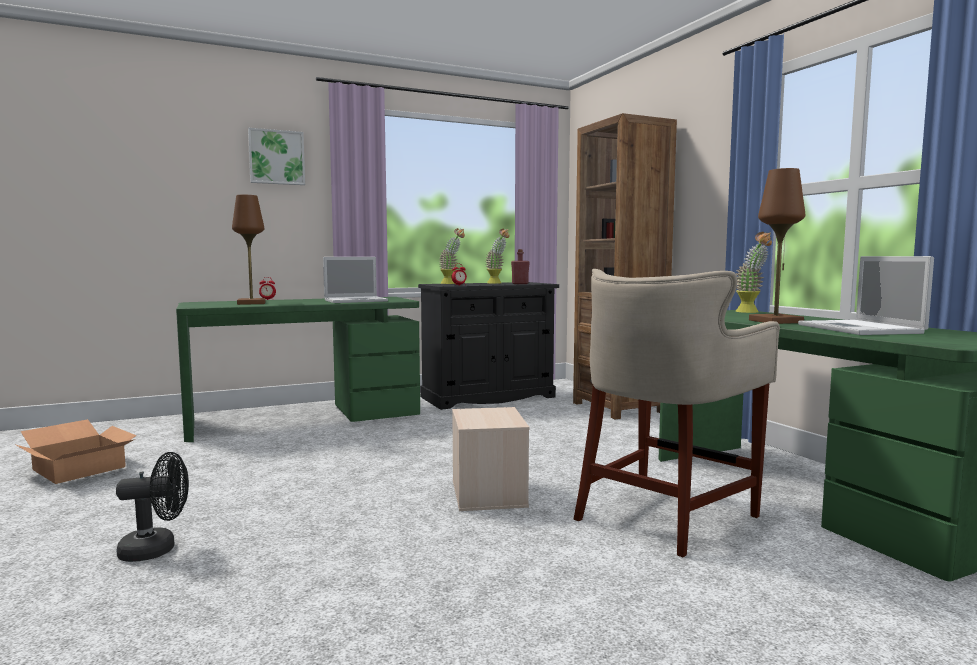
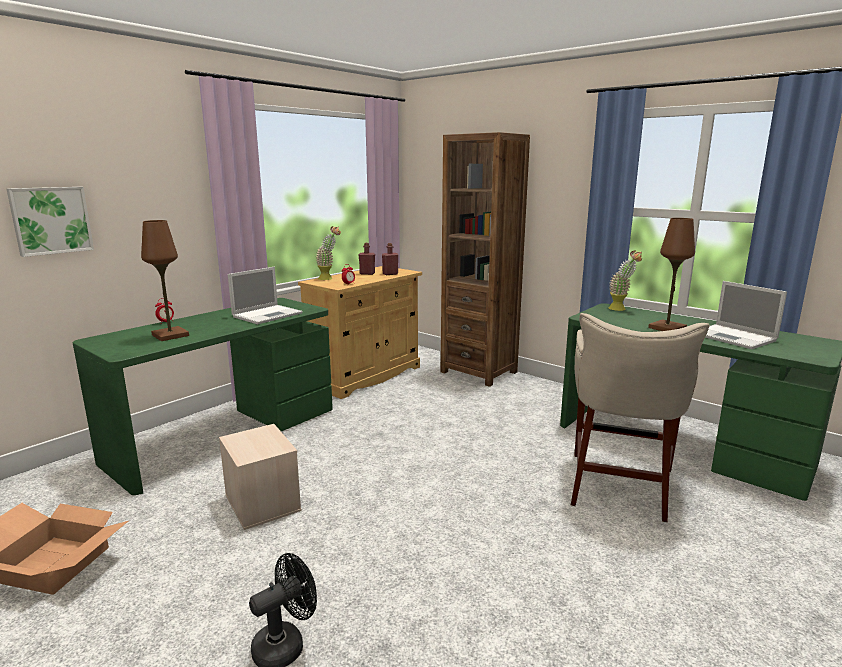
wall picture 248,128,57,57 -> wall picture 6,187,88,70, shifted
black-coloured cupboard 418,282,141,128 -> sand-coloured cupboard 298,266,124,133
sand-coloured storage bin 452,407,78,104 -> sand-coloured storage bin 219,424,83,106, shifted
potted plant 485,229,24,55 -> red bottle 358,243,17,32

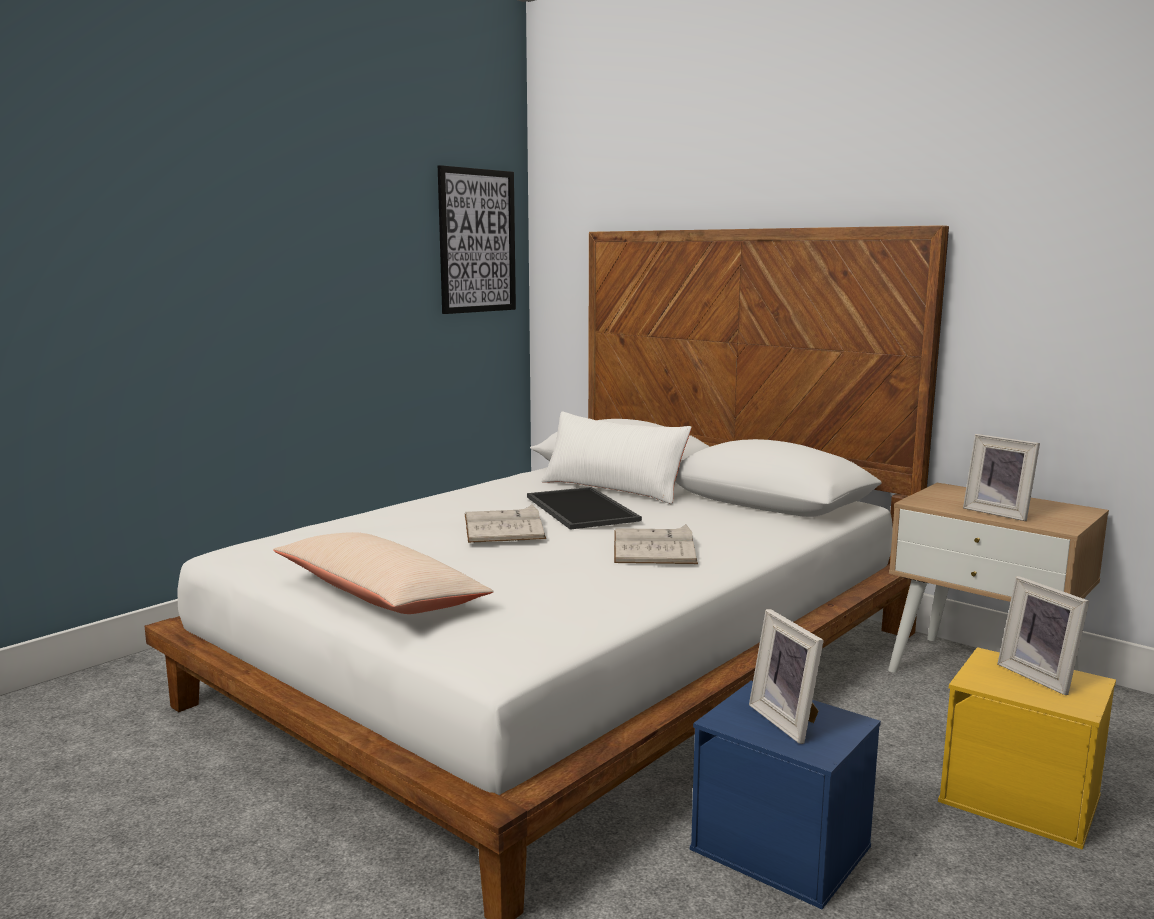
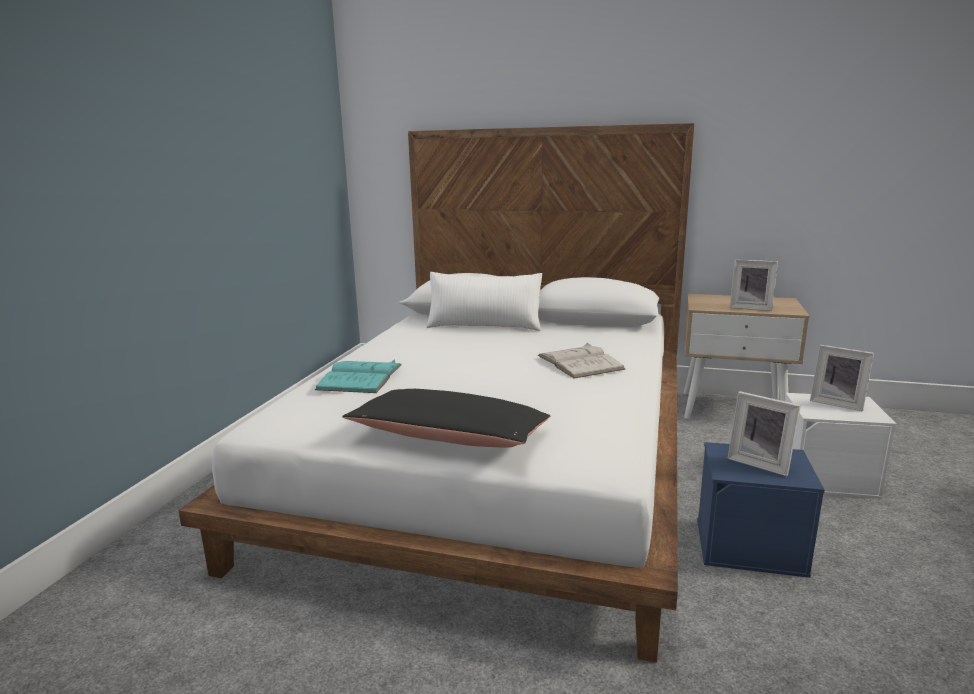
sand-coloured cushion 273,532,221,82 -> black-coloured cushion 342,389,208,59
wall picture 438,165,78,149 -> none
white-coloured volume 465,504,81,39 -> none
tray 527,487,115,43 -> none
yellow storage bin 938,647,178,203 -> white-coloured storage bin 785,393,112,106
none -> turquoise volume 315,359,87,34

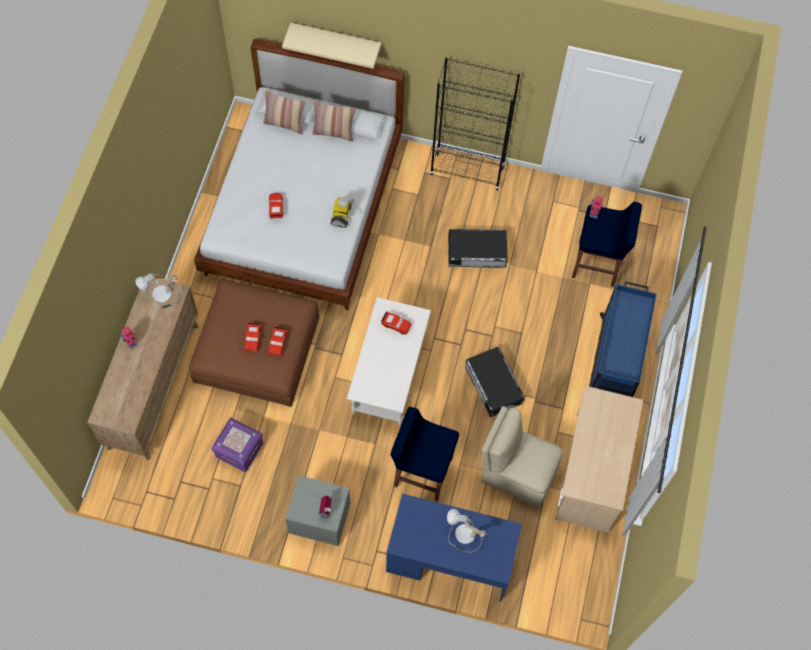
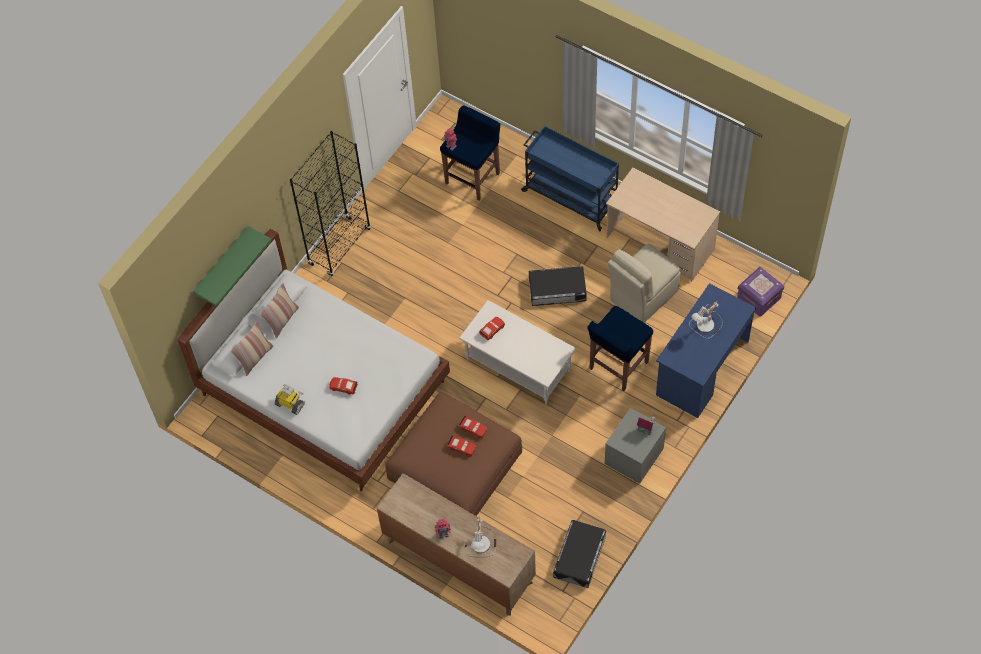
lamp for a table 135,273,45,36 -> lamp for a table 465,517,31,40, shifted
purple-coloured storage bin 211,418,52,54 -> purple-coloured storage bin 737,267,47,50, shifted
sand-coloured bracket shelf 282,23,99,46 -> green bracket shelf 193,226,78,81
robot figure 330,197,24,31 -> robot figure 274,384,31,31, shifted
black-coloured storage bin 448,229,59,39 -> black-coloured storage bin 553,520,53,68, shifted

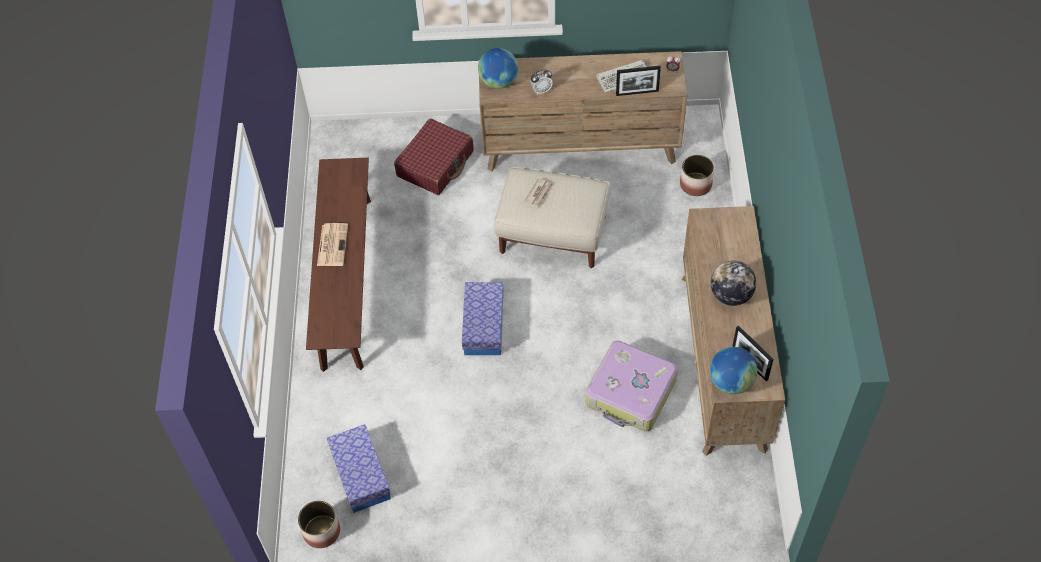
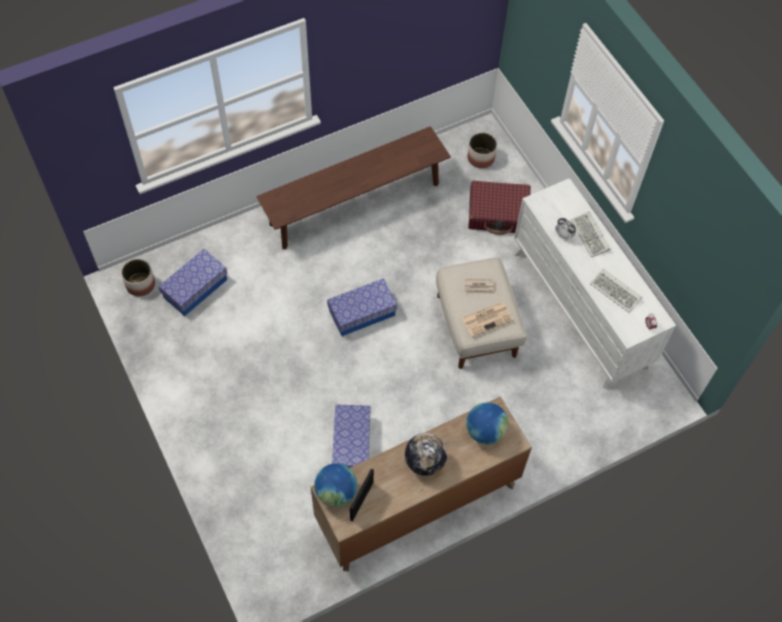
printed paper 317,223,31,43 -> printed paper 462,302,51,35, shifted
world globe 478,48,40,41 -> world globe 466,402,42,42, shifted
brownish dresser 479,51,208,120 -> white-coloured dresser 514,178,162,212
suitcase 585,340,93,92 -> storage bin 332,404,38,64
photo frame 616,66,45,30 -> none
flower pot 680,155,34,41 -> flower pot 467,133,30,35, shifted
none -> PC keyboard 571,211,39,46

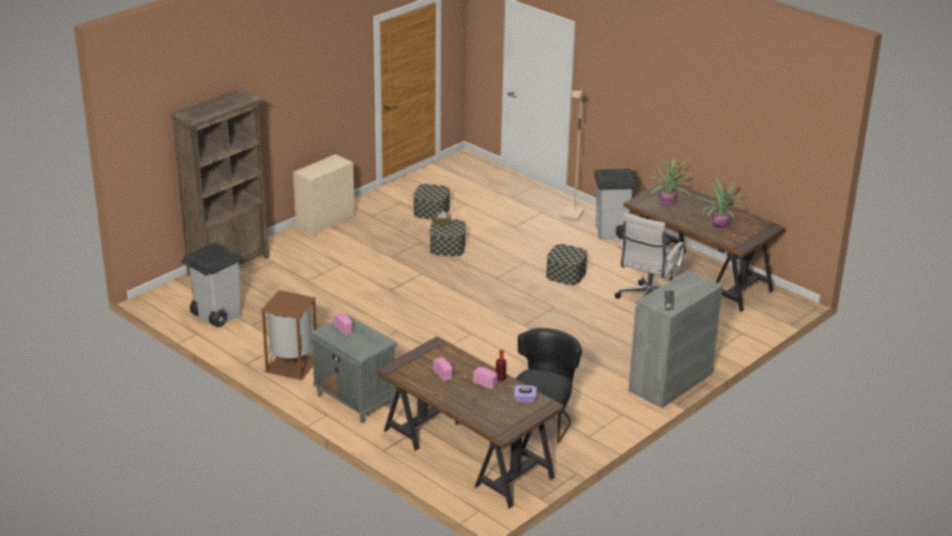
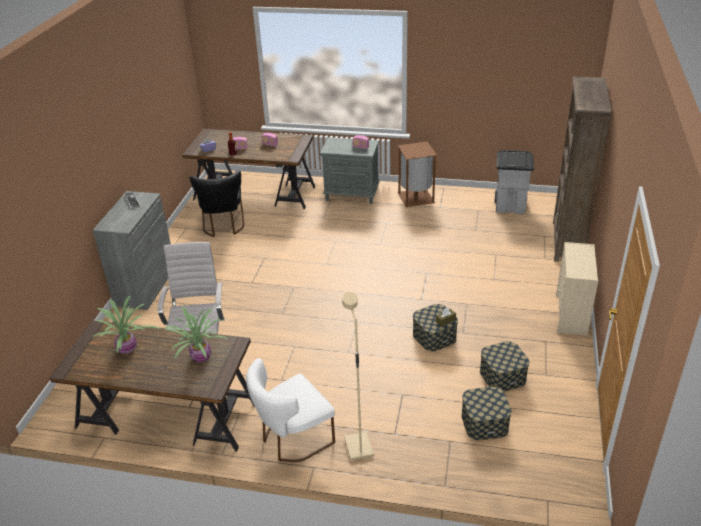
storage bin 546,244,42,41 -> storage bin 461,387,51,53, shifted
grey rubbish bin 594,169,47,71 -> white-coloured plain chair 246,358,89,104

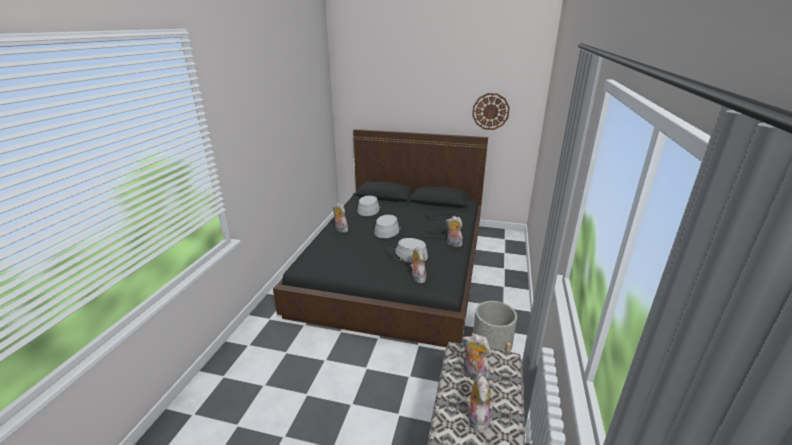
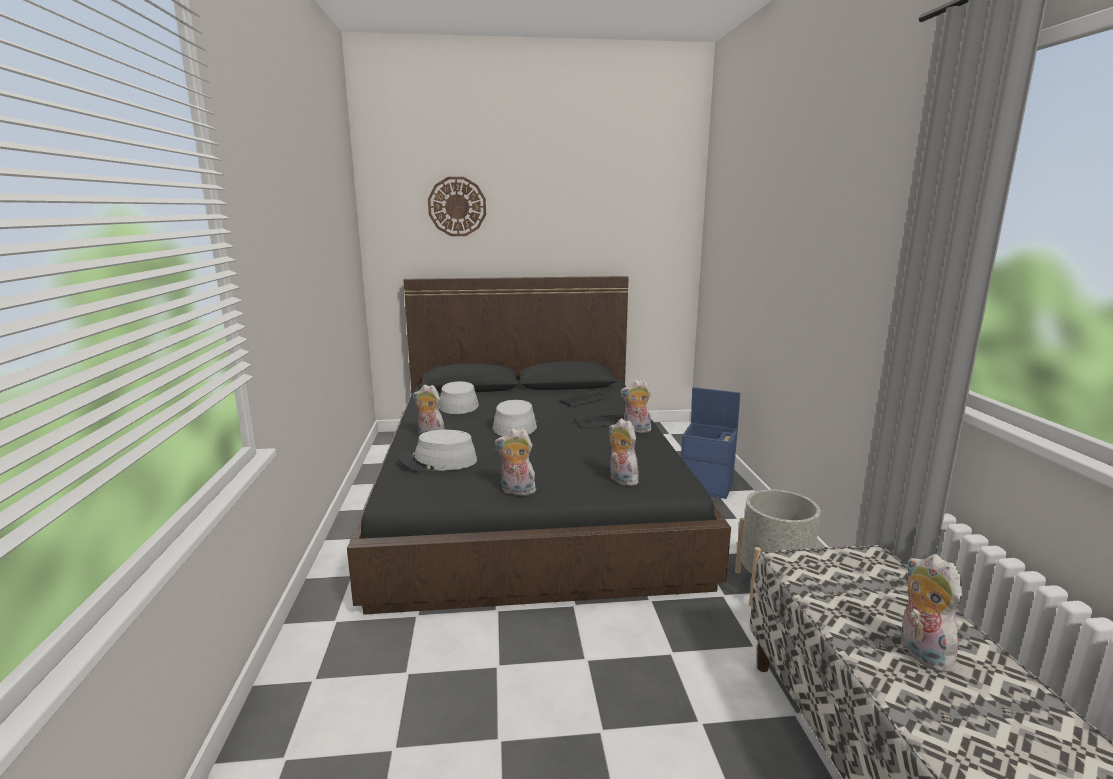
grey clothing hat 388,238,40,25 -> grey clothing hat 399,430,78,41, shifted
plush toy 462,334,28,45 -> plush toy 495,428,41,68, shifted
clock on the wall 472,93,38,37 -> clock on the wall 428,177,58,59, shifted
none -> blue storage bin 681,387,59,112

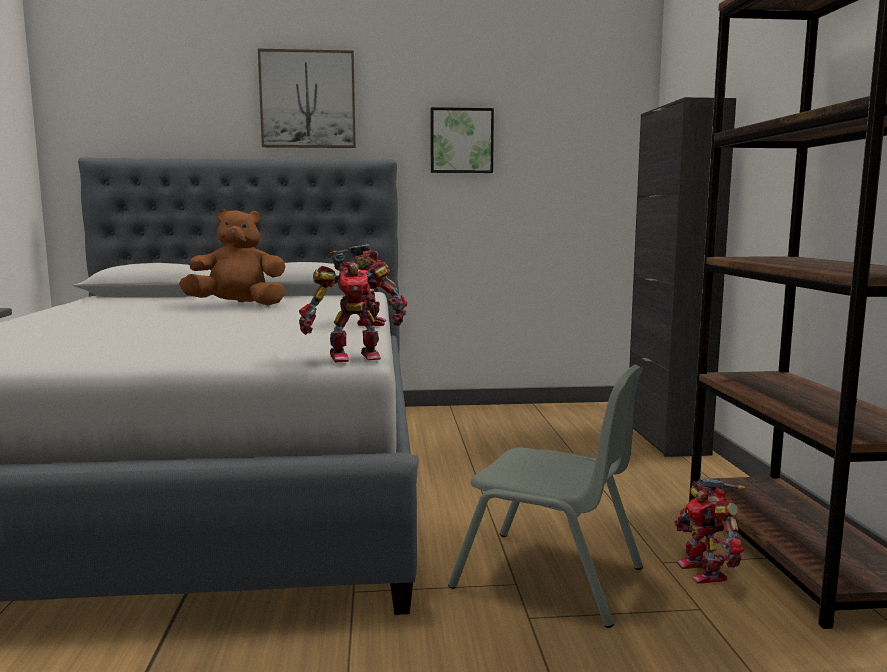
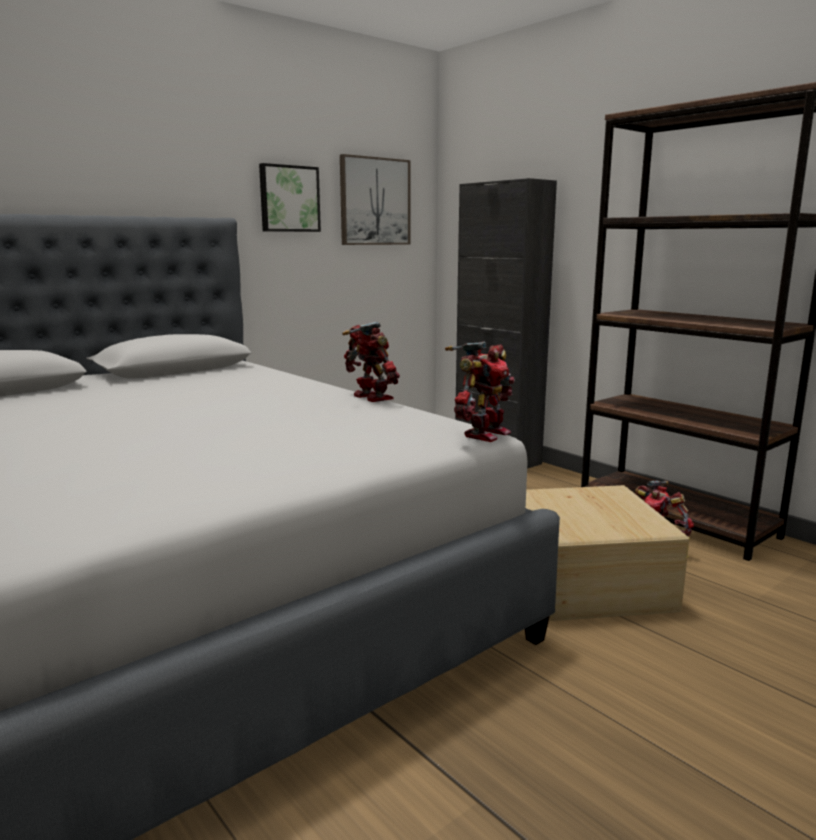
brownish plush toy 179,209,107,96 -> none
wall picture 258,49,98,99 -> wall picture 340,154,71,91, shifted
grey plain chair 448,365,195,263 -> sand-coloured storage bin 526,485,163,136

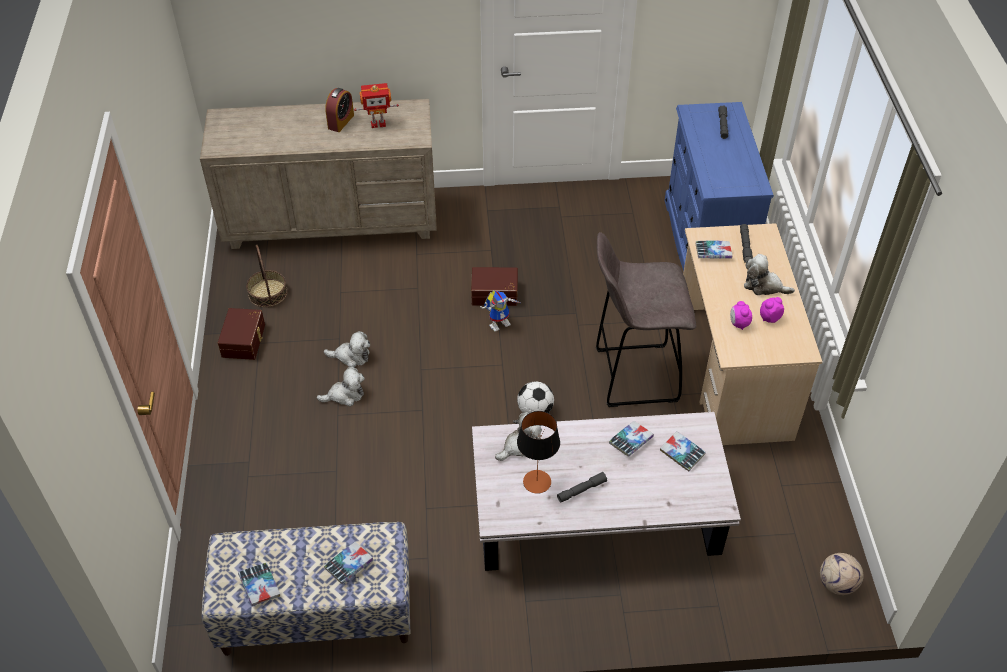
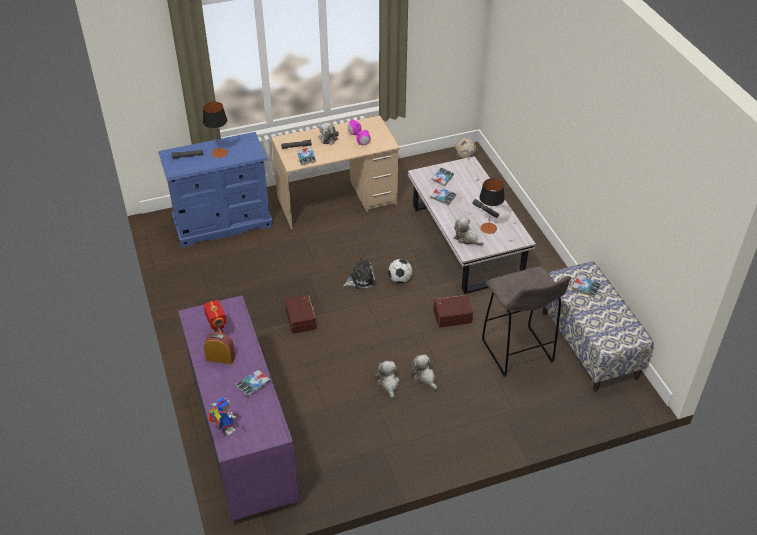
sand-coloured dresser 200,99,237,150 -> purple-coloured dresser 178,295,121,227
brownish storage bin 218,308,47,52 -> brownish storage bin 433,295,40,33, shifted
volume 238,562,42,44 -> volume 236,370,34,26, shifted
household basket 246,245,41,62 -> none
robot figure 480,290,40,42 -> robot figure 208,397,28,38, shifted
grey sitting stool 596,232,100,175 -> grey sitting stool 482,267,89,110, shifted
none -> lamp for a table 203,102,25,56
none -> plush toy 343,257,33,32

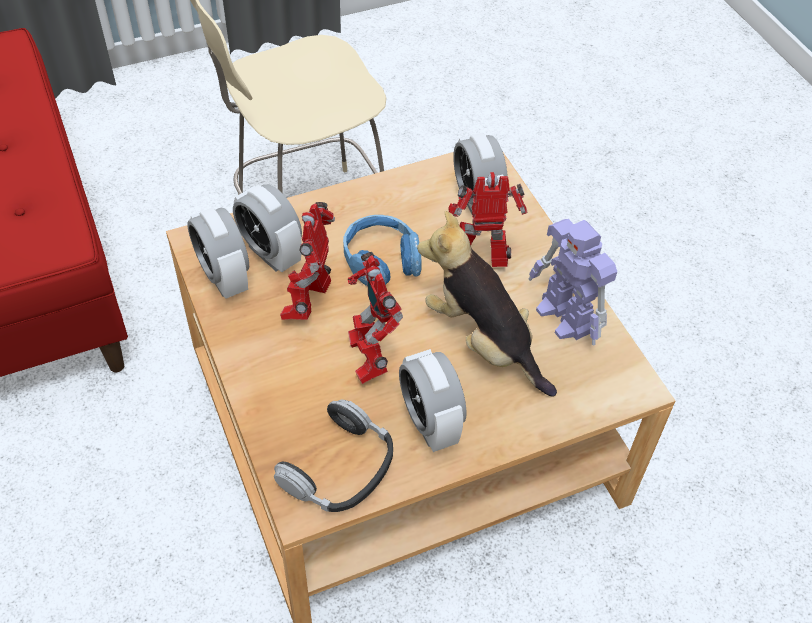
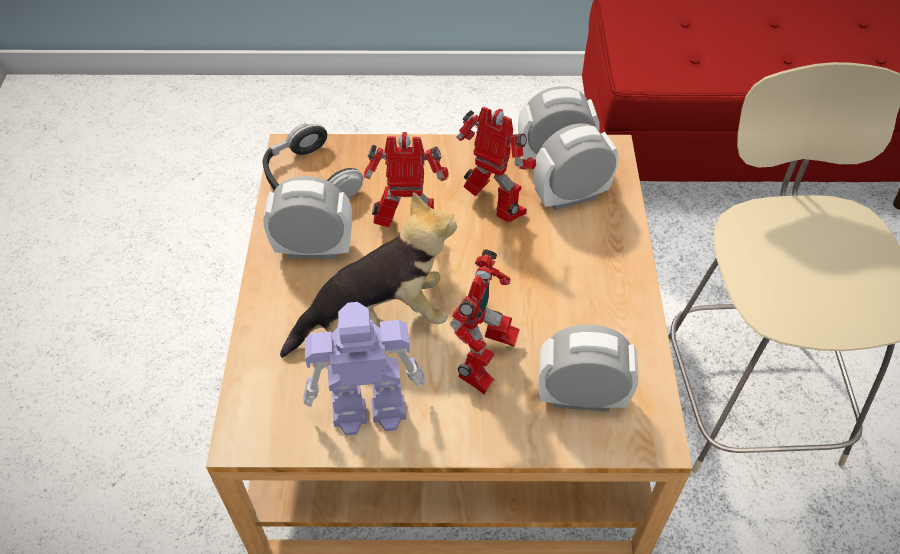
blue headphones 343,215,78,71 -> none

